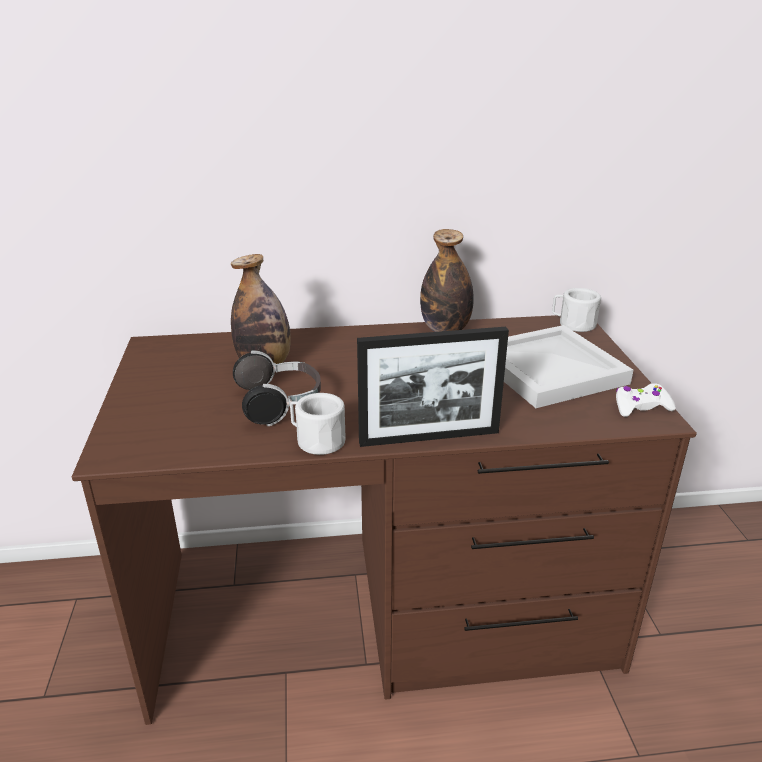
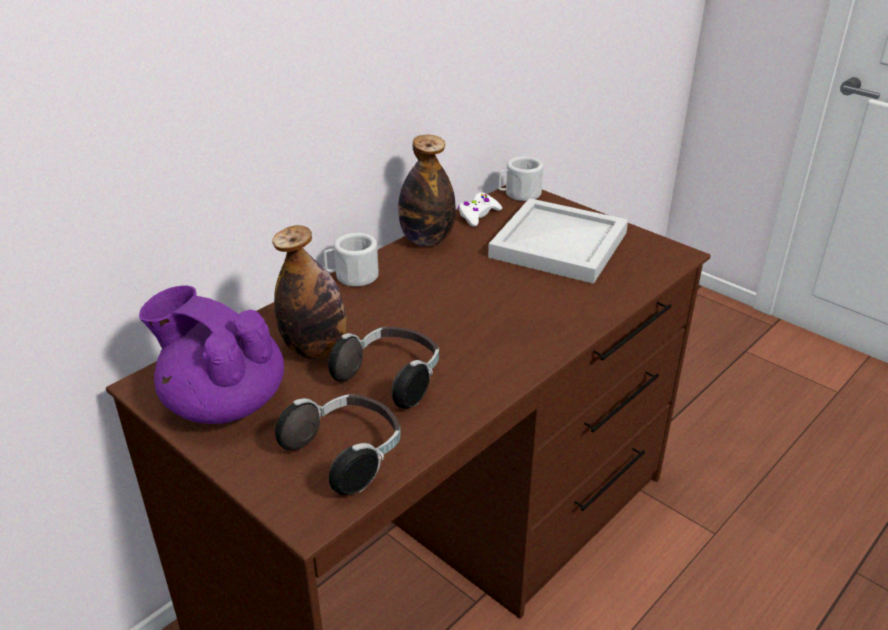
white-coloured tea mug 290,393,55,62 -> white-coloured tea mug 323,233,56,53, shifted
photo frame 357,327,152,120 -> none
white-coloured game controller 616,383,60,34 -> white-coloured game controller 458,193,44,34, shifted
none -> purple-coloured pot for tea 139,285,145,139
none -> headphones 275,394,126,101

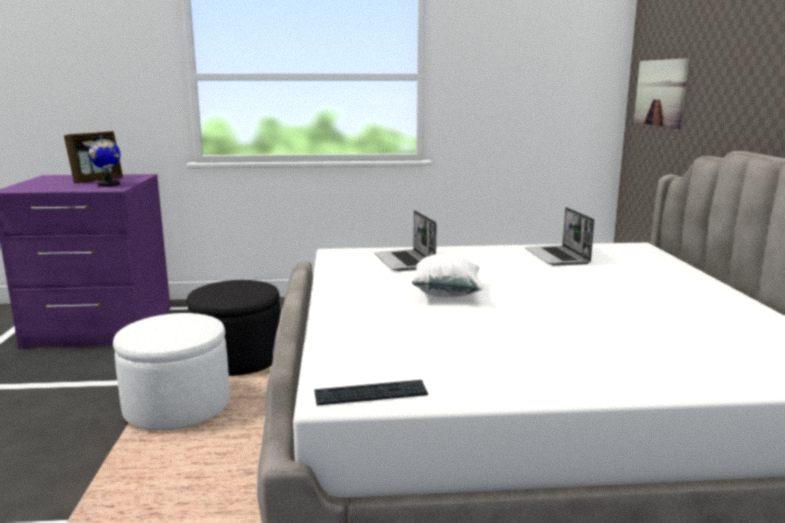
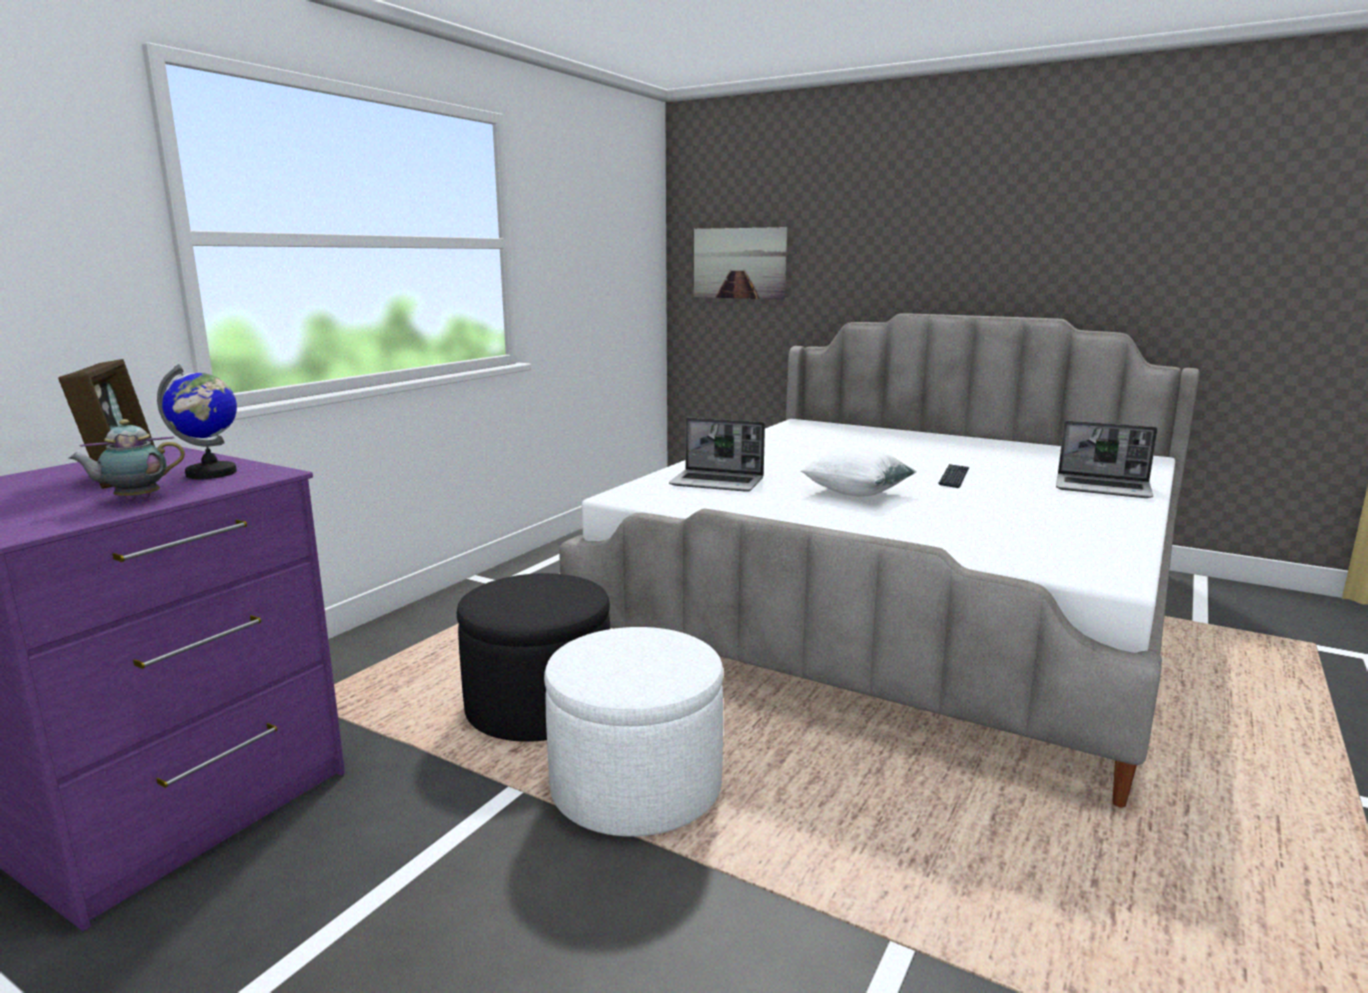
PC keyboard 314,380,114,26 -> PC keyboard 938,464,31,24, shifted
notebook computer 525,207,69,59 -> notebook computer 1056,421,101,77, shifted
none -> pot for tea 69,419,116,82

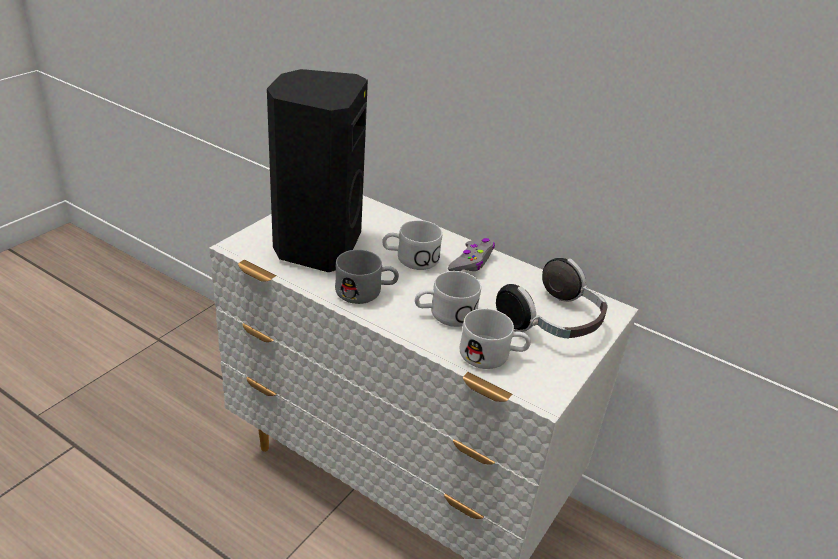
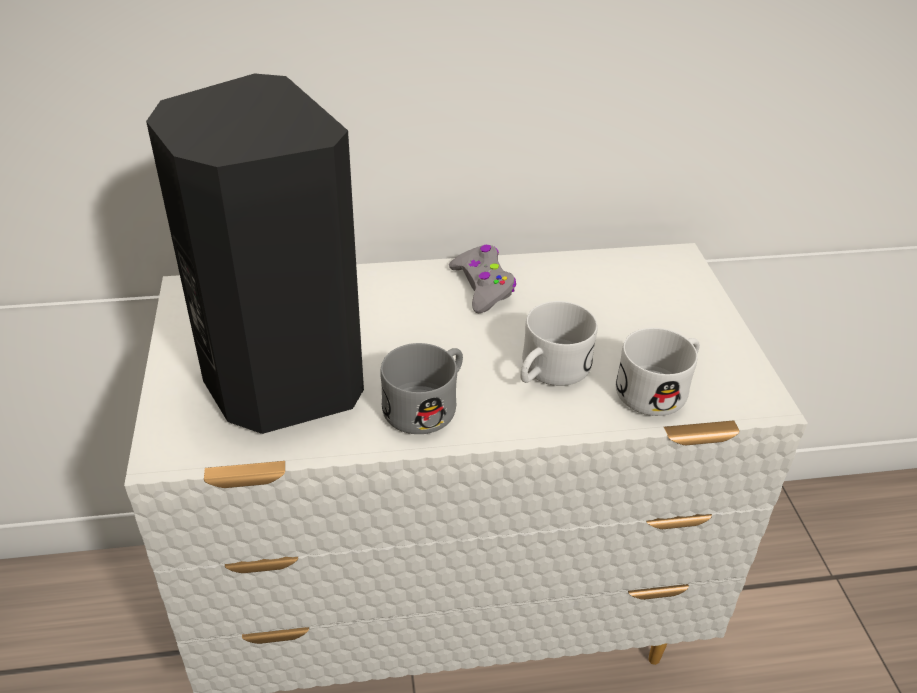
white-coloured tea mug 382,220,60,50 -> none
headphones 496,258,112,80 -> none

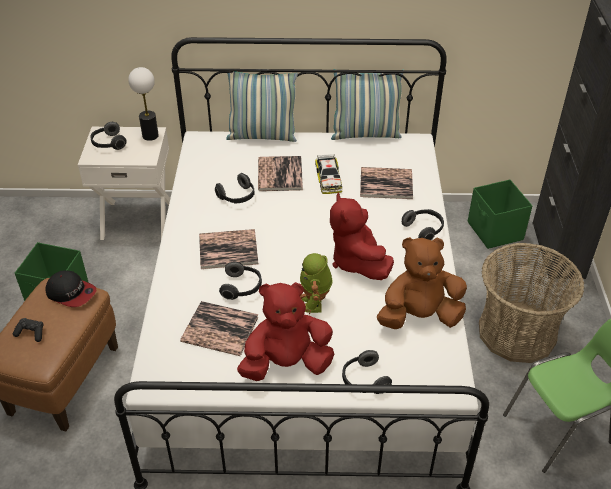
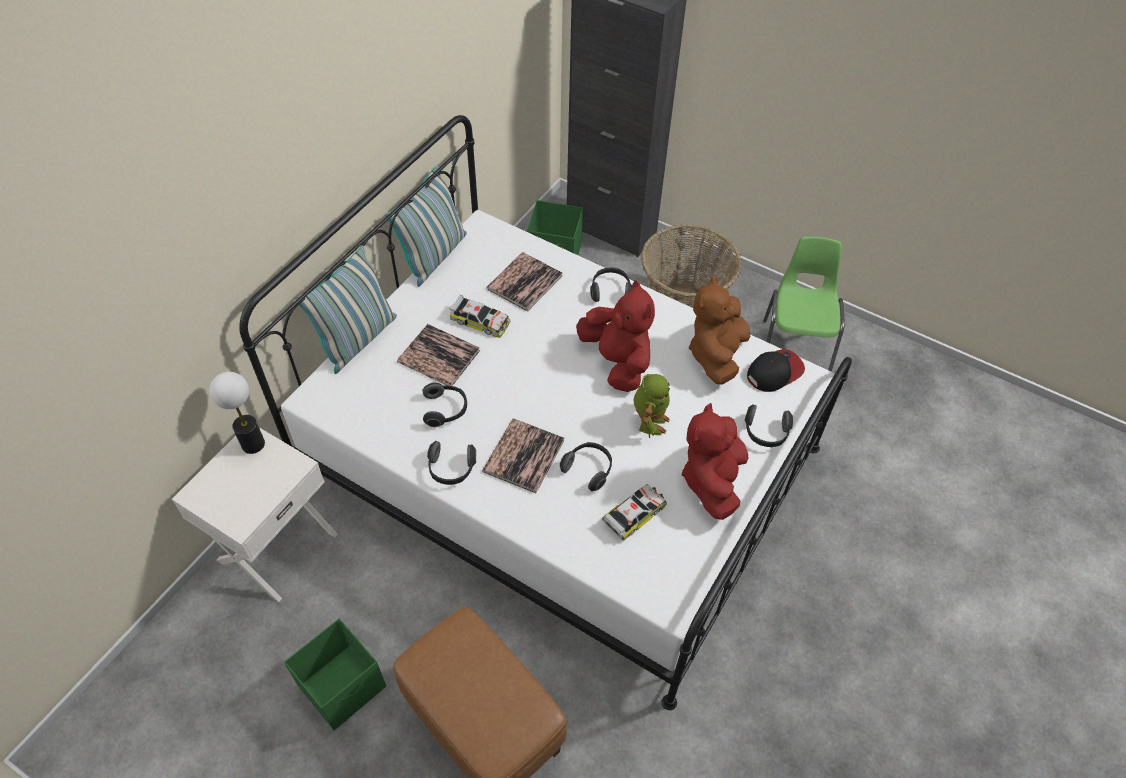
black-coloured game controller 13,318,31,24 -> none
cap 45,271,51,36 -> cap 747,349,58,43, shifted
headphones 90,122,37,28 -> headphones 427,441,49,44, shifted
volume 180,301,78,55 -> toy car 602,484,65,57
robot figure 300,253,33,61 -> robot figure 634,374,36,64, 105 degrees counterclockwise
red plush toy 330,193,64,87 -> red plush toy 576,280,79,112, 135 degrees counterclockwise

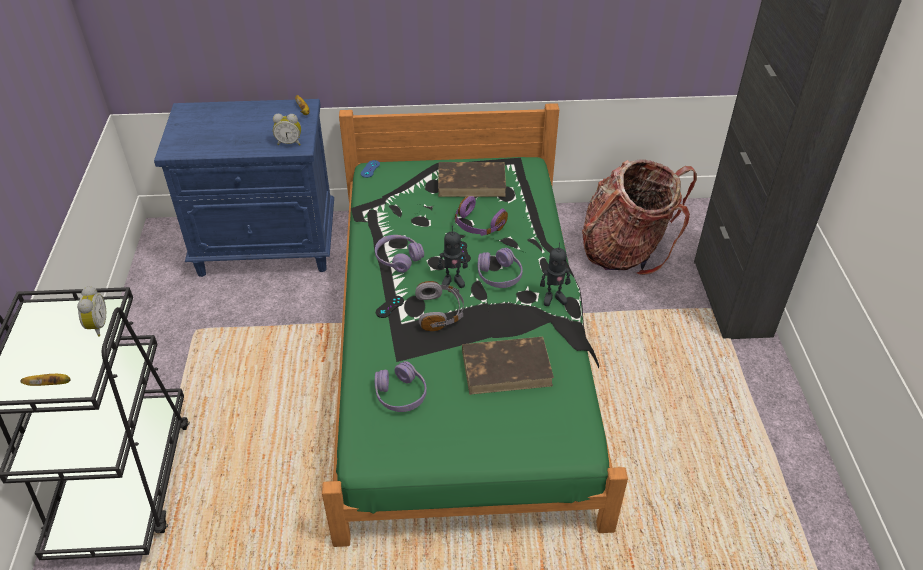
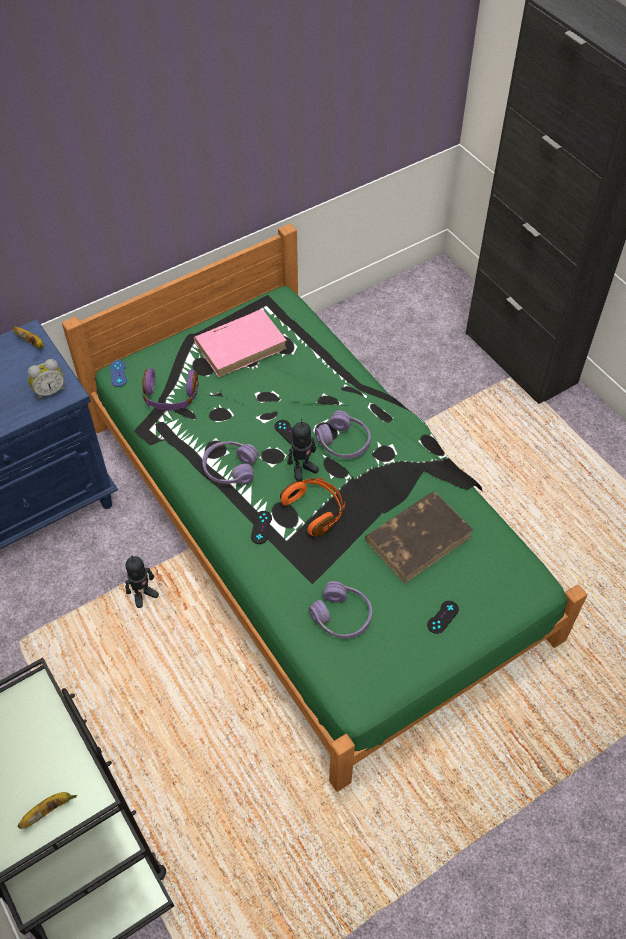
bedside clock 77,286,29,51 -> none
grey headphones 415,281,49,50 -> orange-coloured headphones 280,478,65,59
brownish volume 438,162,68,35 -> pink volume 194,309,93,69
purple-coloured headphones 455,196,53,40 -> purple-coloured headphones 142,368,57,43, shifted
robot figure 540,242,31,64 -> robot figure 125,555,34,53, shifted
knapsack 582,160,115,115 -> none
none -> black-coloured game controller 427,601,32,33

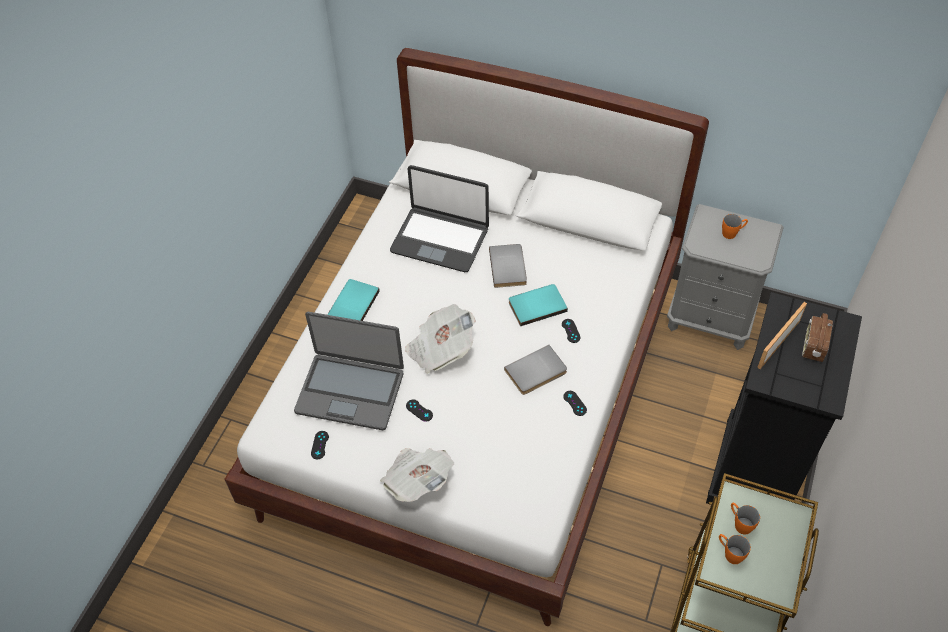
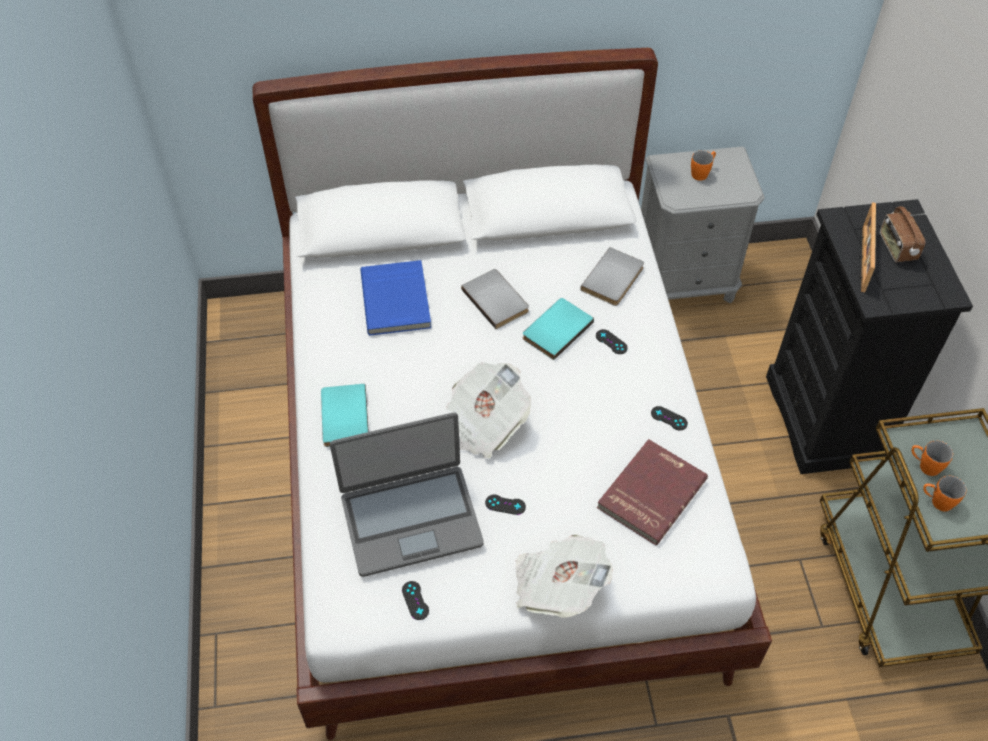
notebook computer 390,165,99,107 -> blue volume 360,260,71,76
grey volume 504,345,63,50 -> grey volume 580,247,64,59, shifted
none -> red volume 597,439,111,106

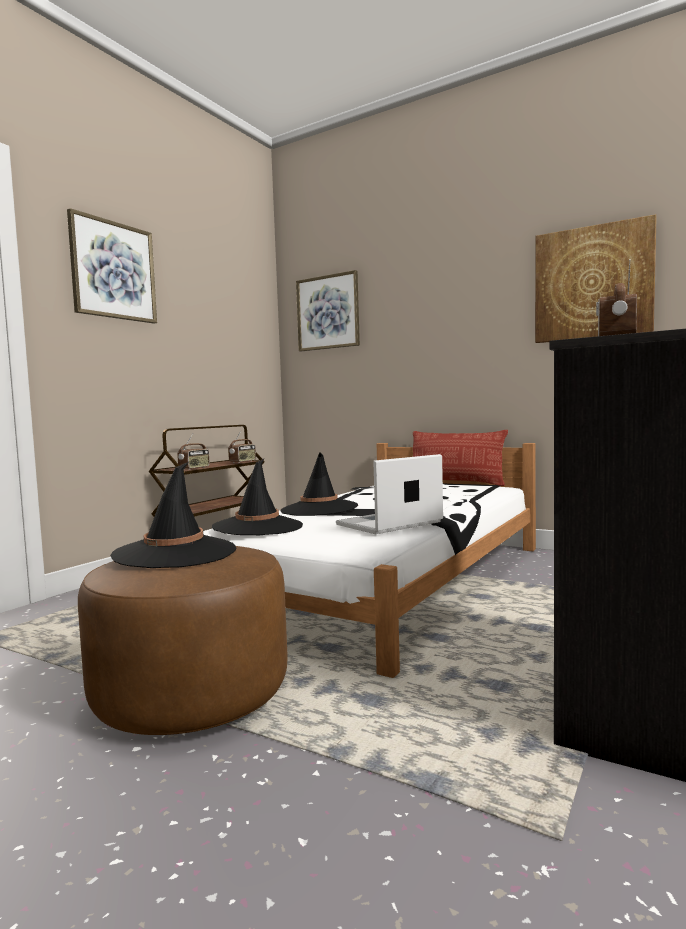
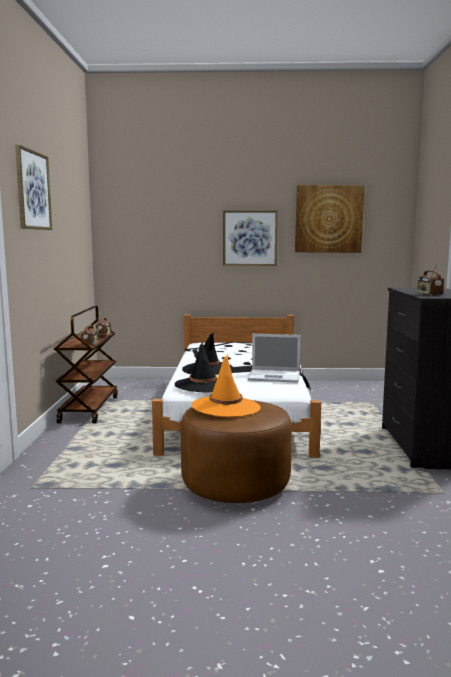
black-coloured clothing hat 110,462,127,106 -> orange-coloured clothing hat 191,355,70,62
wall picture 296,270,64,81 -> wall picture 223,210,55,56, shifted
notebook computer 336,454,107,80 -> notebook computer 247,334,54,49, 105 degrees counterclockwise
cushion 413,430,95,56 -> none

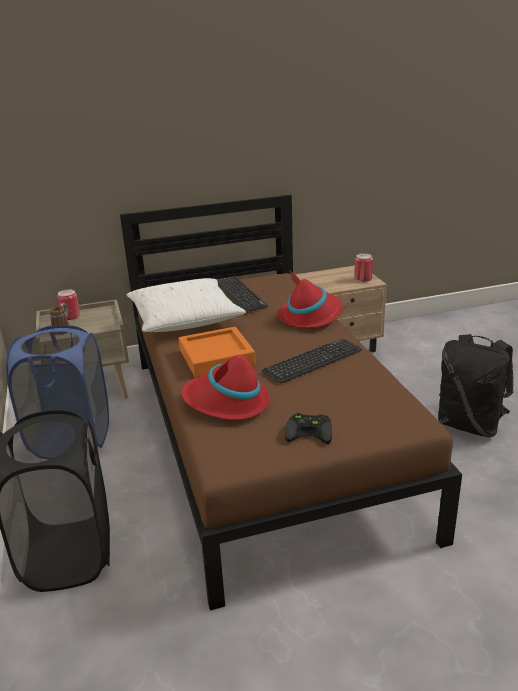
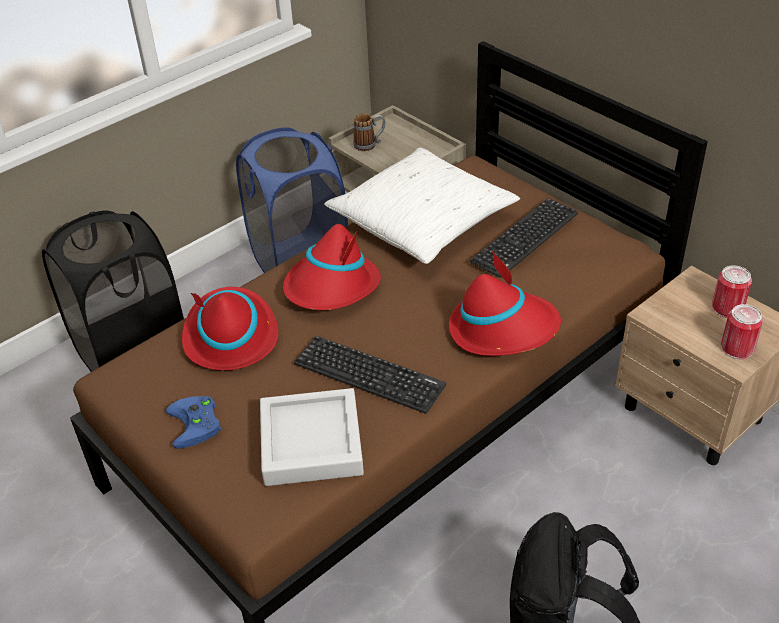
metal can 57,290,23,31 -> metal can 712,265,40,53, shifted
orange-coloured tray 179,327,77,50 -> red clothing hat 283,224,98,86
black-coloured game controller 285,413,47,31 -> blue game controller 166,396,55,53
none -> grey tray 260,388,104,98

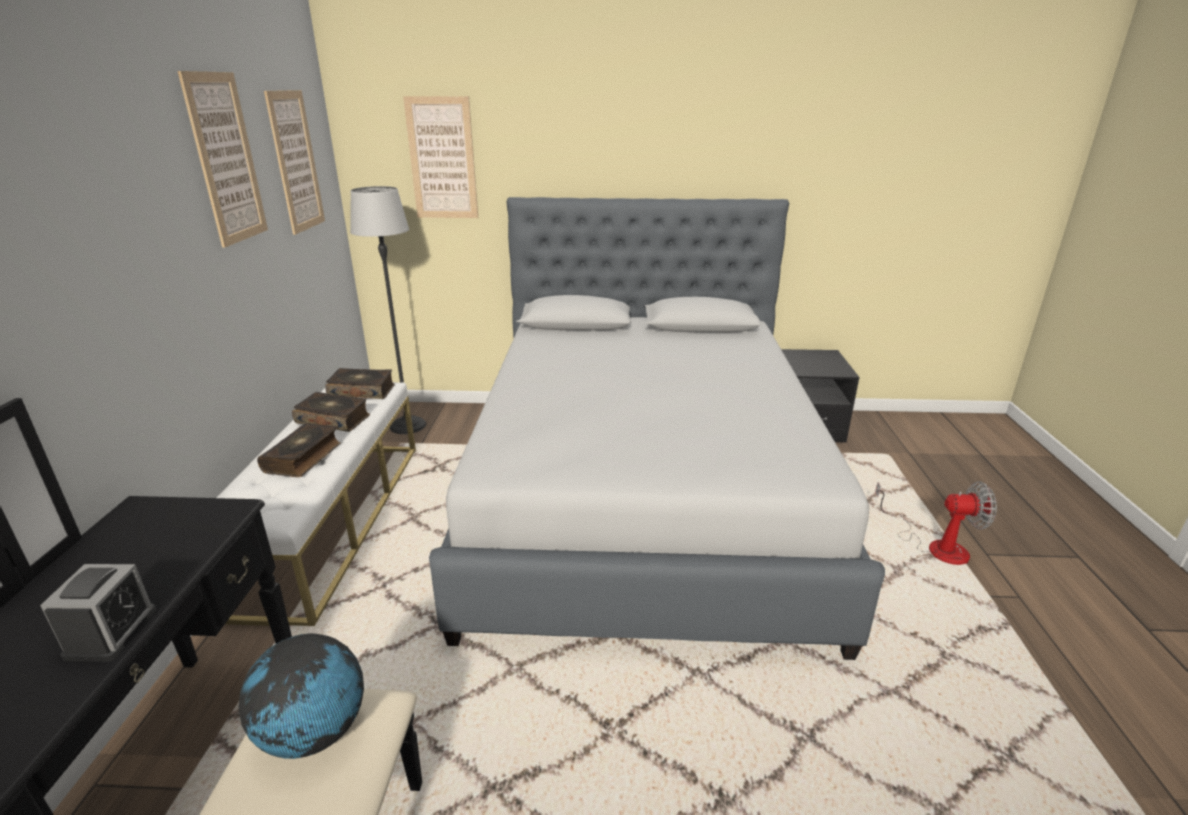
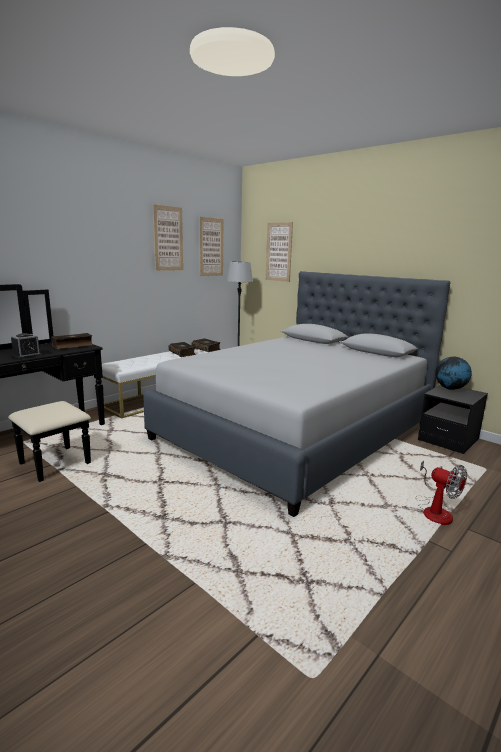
world globe 238,634,126,125 -> world globe 435,357,37,33, shifted
volume 257,423,84,54 -> volume 51,333,41,16, shifted

